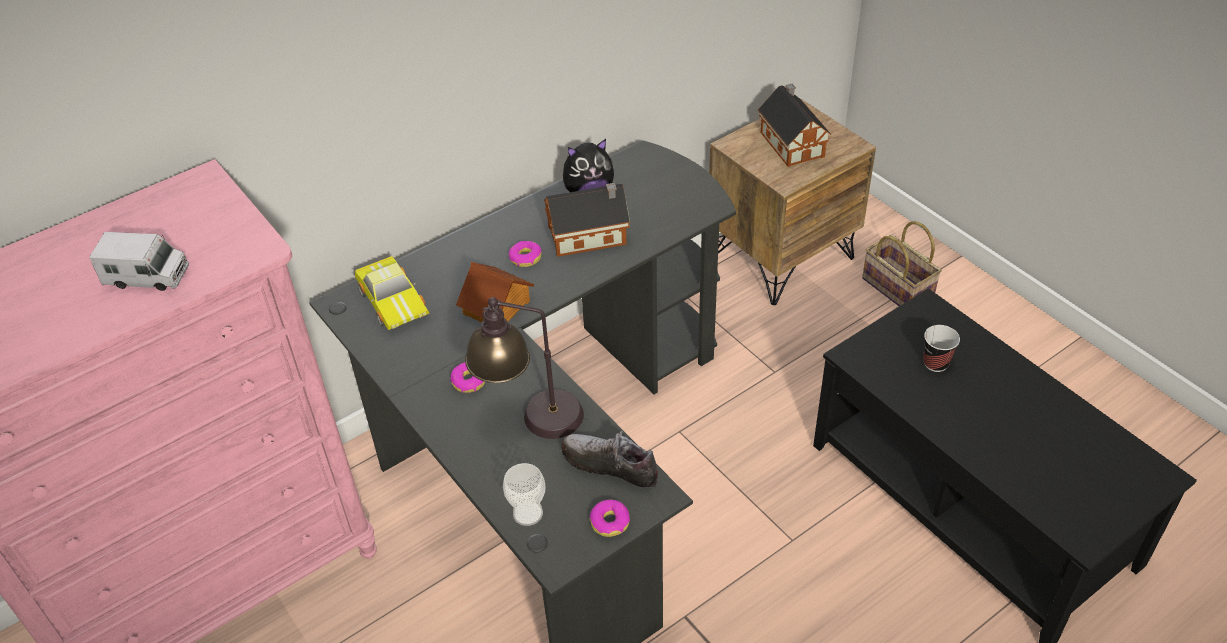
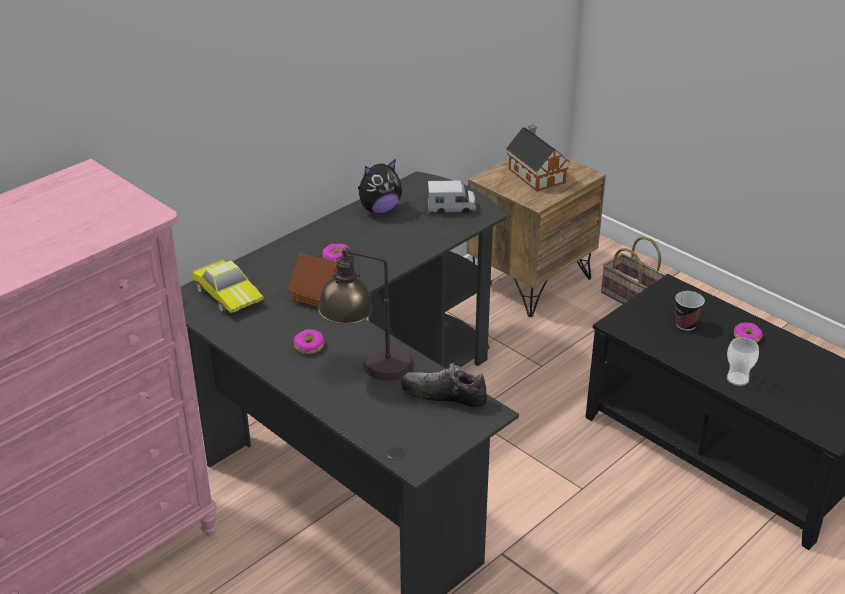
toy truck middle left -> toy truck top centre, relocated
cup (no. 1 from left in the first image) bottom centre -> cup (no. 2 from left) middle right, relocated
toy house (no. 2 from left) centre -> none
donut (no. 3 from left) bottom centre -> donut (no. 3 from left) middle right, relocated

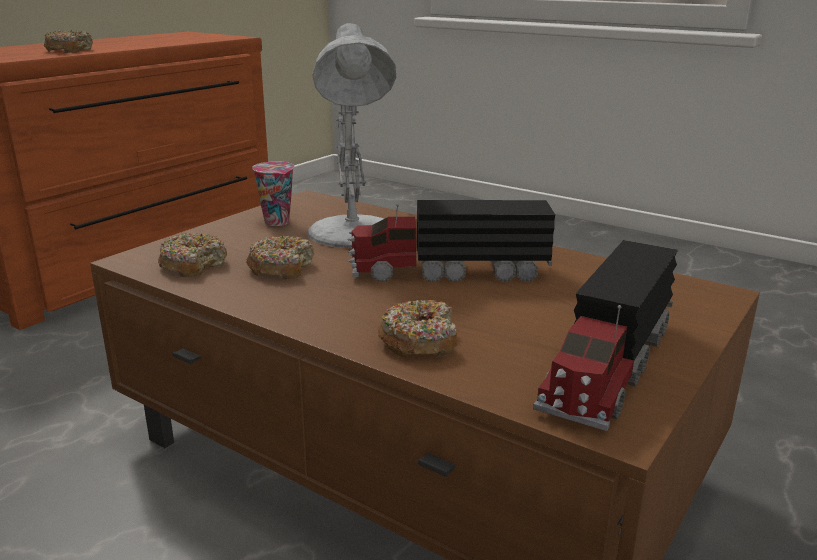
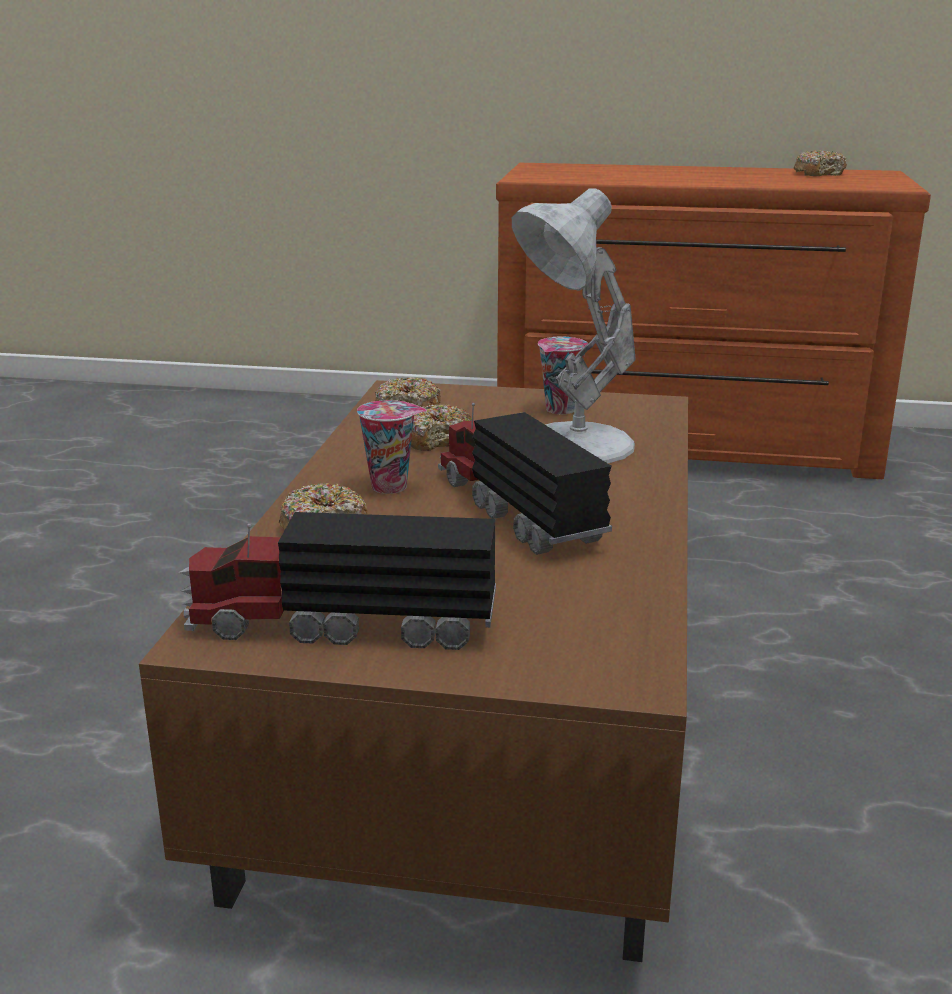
donut (no. 1 from left in the first image) top left -> donut (no. 4 from left) top right, relocated
none -> cup (no. 1 from left) centre

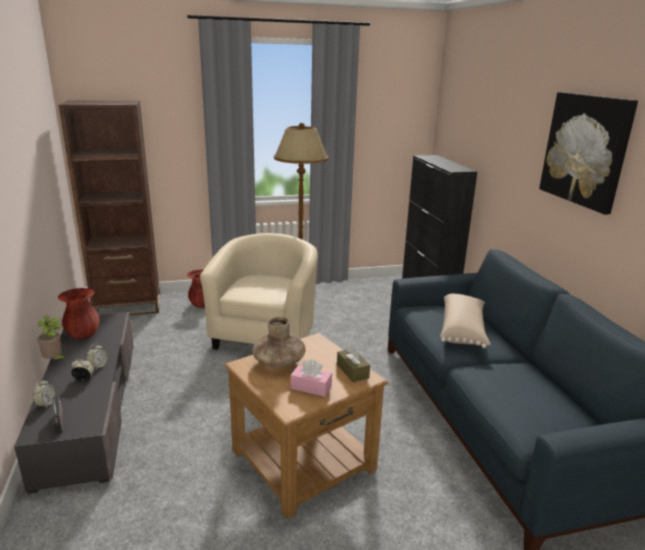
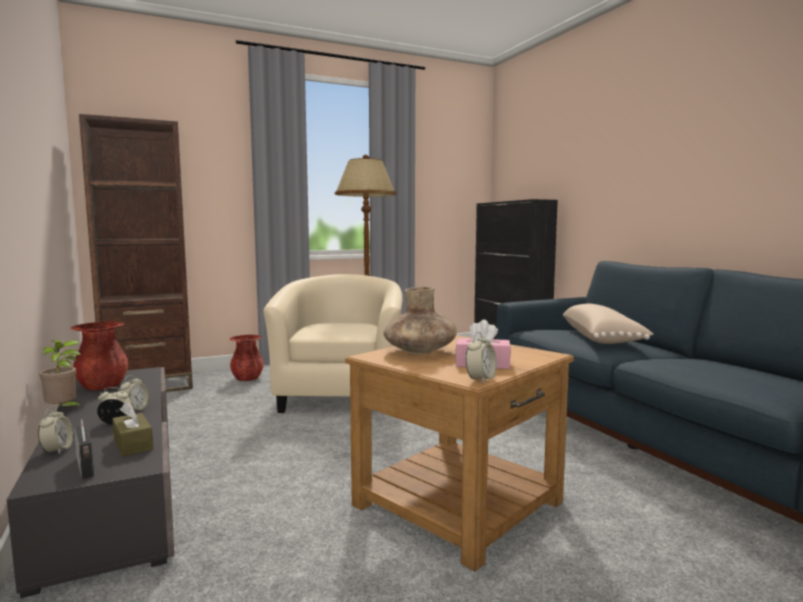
brown tissue box centre -> brown tissue box bottom left, relocated
picture top right -> none
none -> alarm clock (no. 4 from left) centre

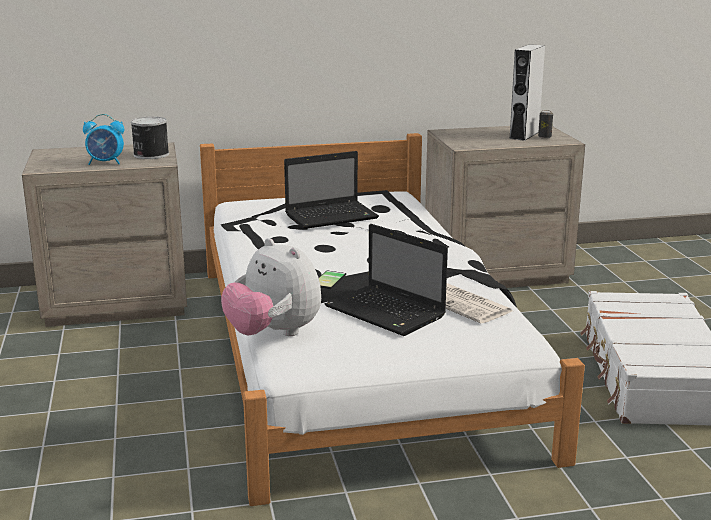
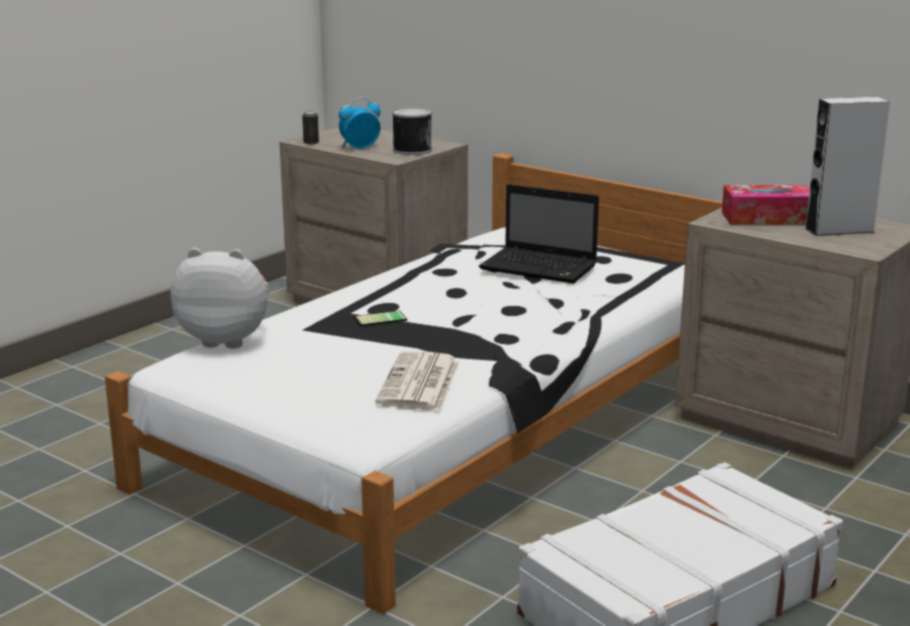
alarm clock top left -> alarm clock top centre, 105 degrees clockwise
plush toy centre -> plush toy middle left, 90 degrees clockwise
laptop (no. 2 from left) centre -> none
can (no. 2 from left in the first image) top right -> can (no. 1 from left) top centre, relocated
none -> tissue box top right

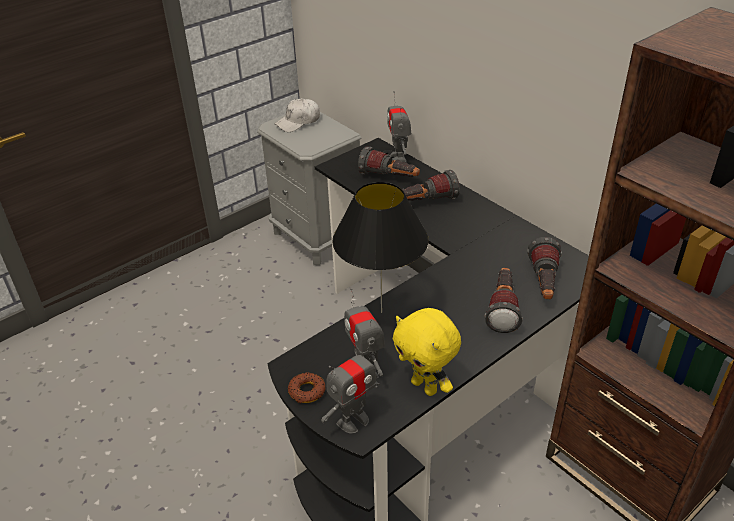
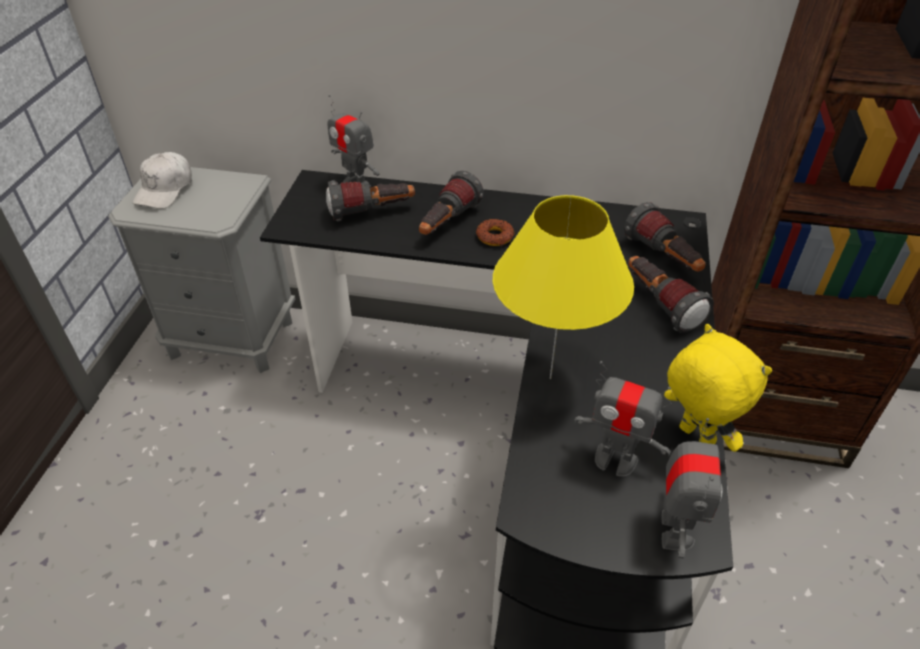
donut bottom centre -> donut centre, relocated
black table lamp centre -> yellow table lamp centre
yellow plush toy bottom centre -> yellow plush toy middle right, 135 degrees counterclockwise

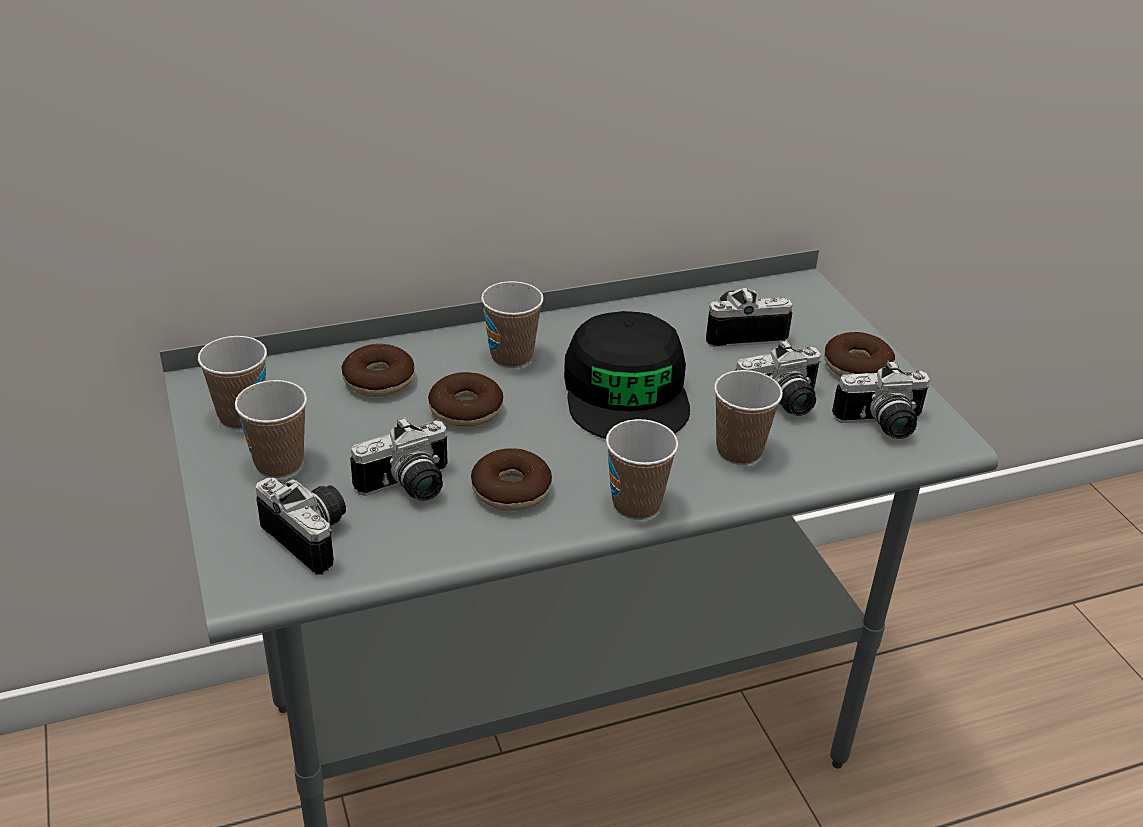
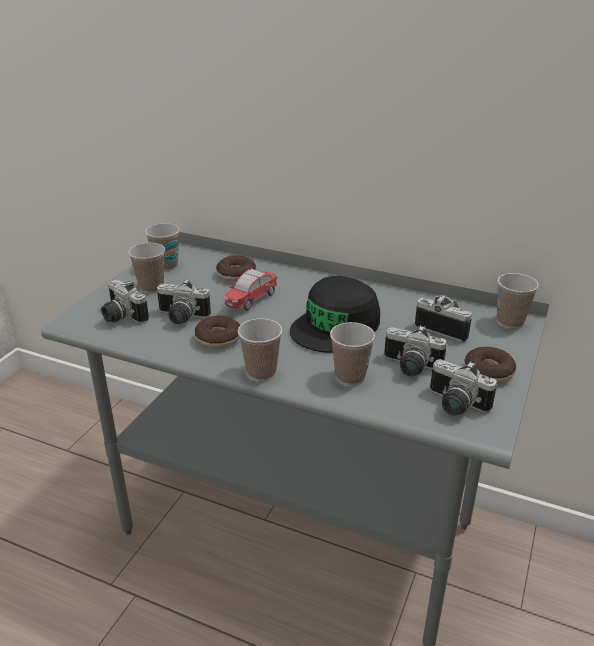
photo camera (no. 1 from left) middle left, 135 degrees clockwise
donut (no. 2 from left) centre -> toy car centre
cup (no. 3 from left in the first image) centre -> cup (no. 5 from left) middle right, relocated

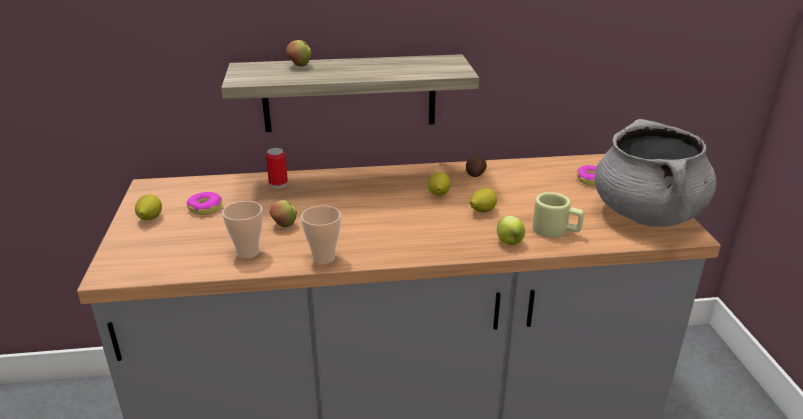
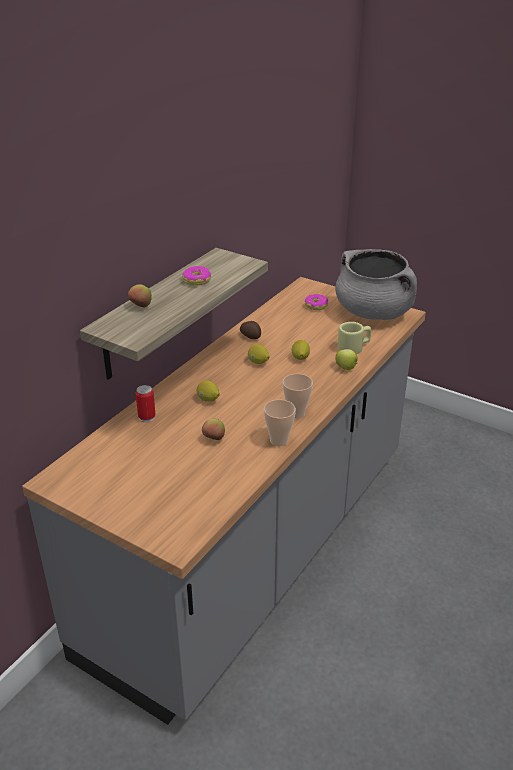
lemon (no. 1 from left) middle left -> lemon (no. 1 from left) centre, relocated
donut (no. 1 from left) middle left -> donut (no. 1 from left) centre, relocated
cup (no. 1 from left in the first image) middle left -> cup (no. 2 from left) centre, relocated

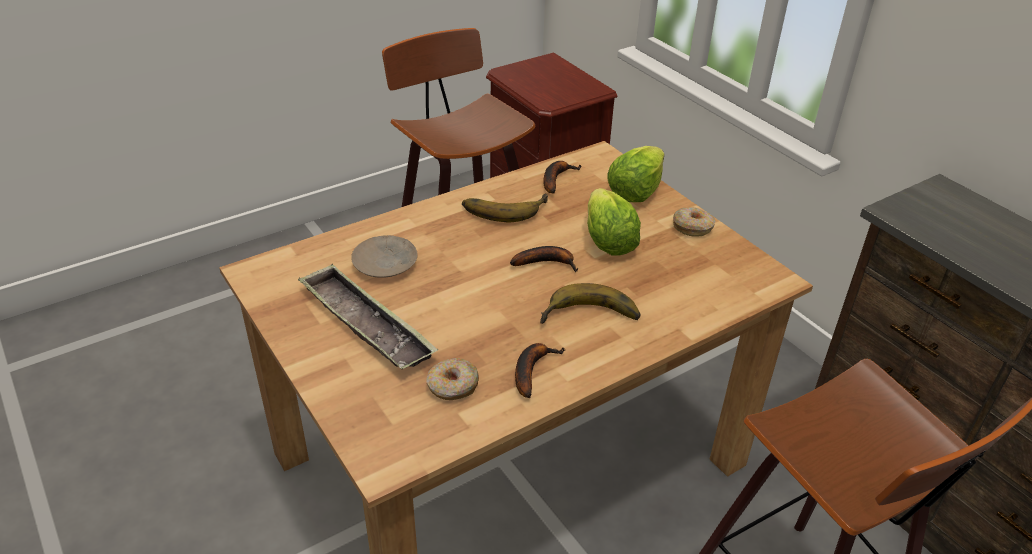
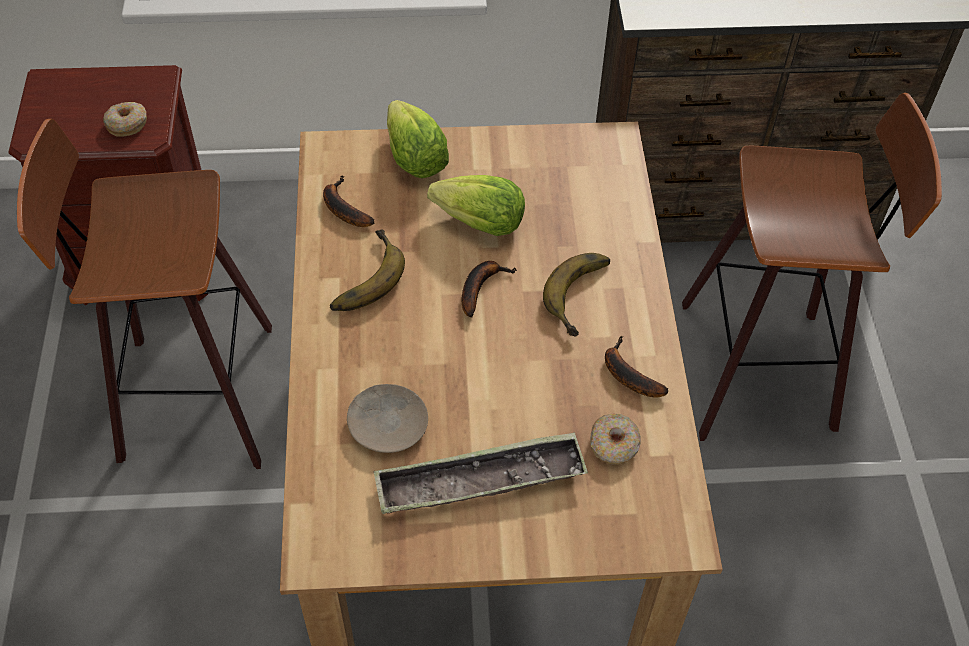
donut (no. 2 from left in the first image) middle right -> donut (no. 1 from left) top left, relocated

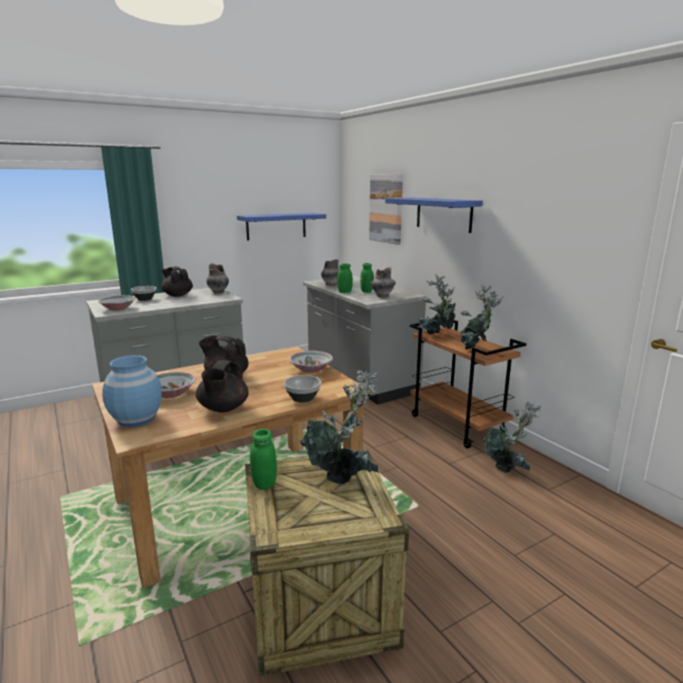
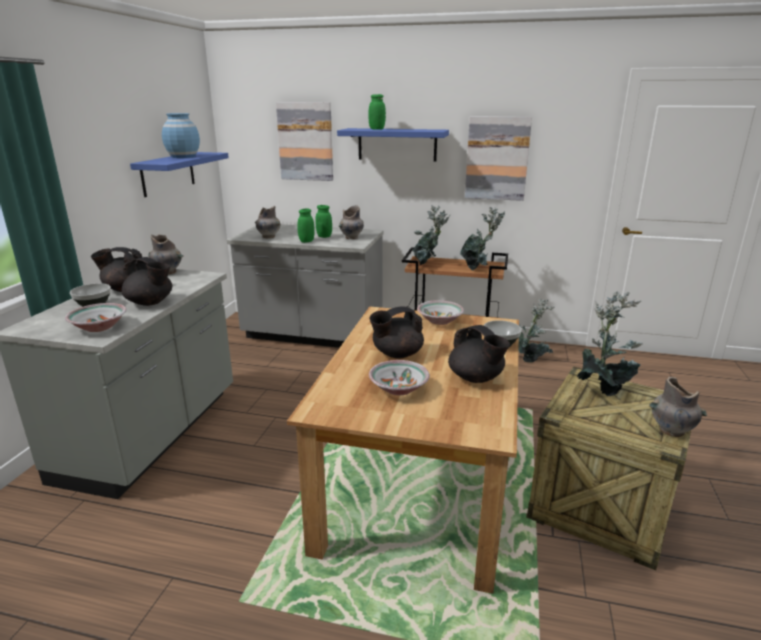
blue vase middle left -> blue vase top left, relocated
green jar (no. 1 from left in the first image) bottom centre -> green jar (no. 3 from left) top centre, relocated
none -> black teapot (no. 2 from left) middle left
none -> picture (no. 2 from left) top centre
none -> grey vase (no. 4 from left) middle right

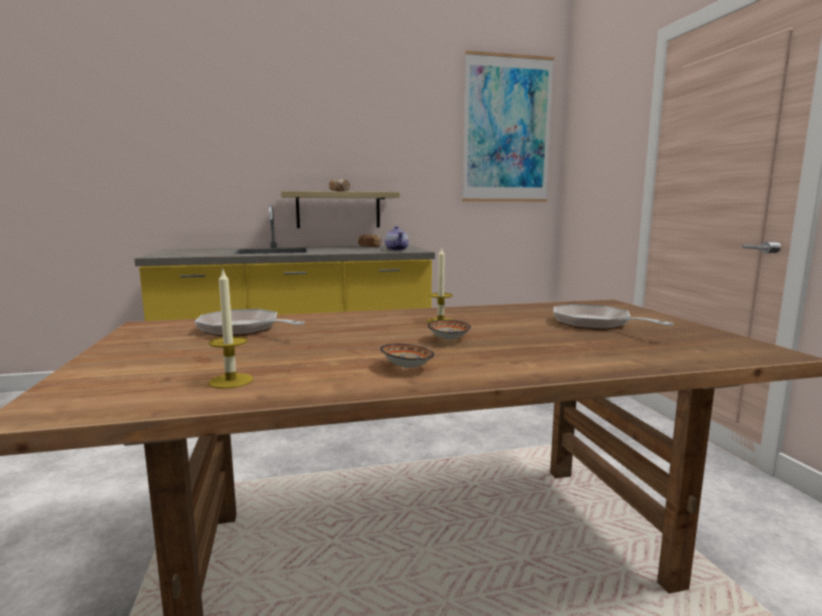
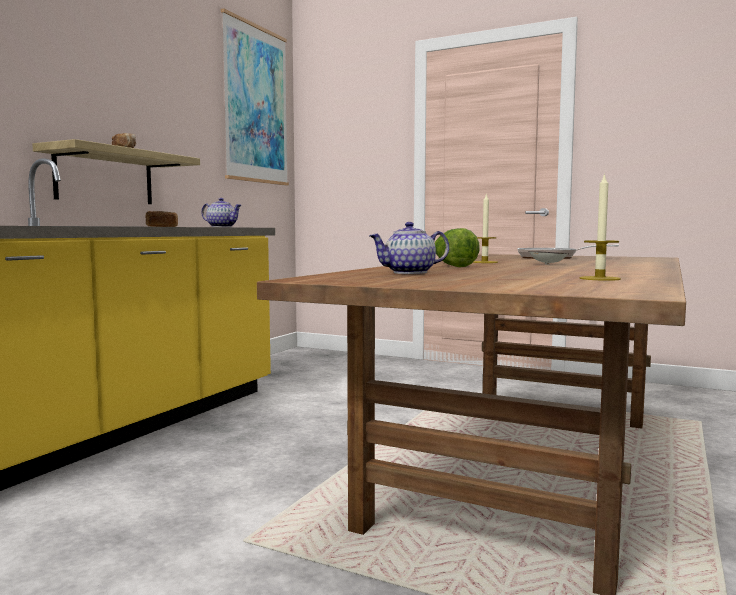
frying pan (no. 1 from left) middle left -> teapot (no. 2 from left) centre
bowl (no. 1 from left) centre -> none
none -> lettuce centre

